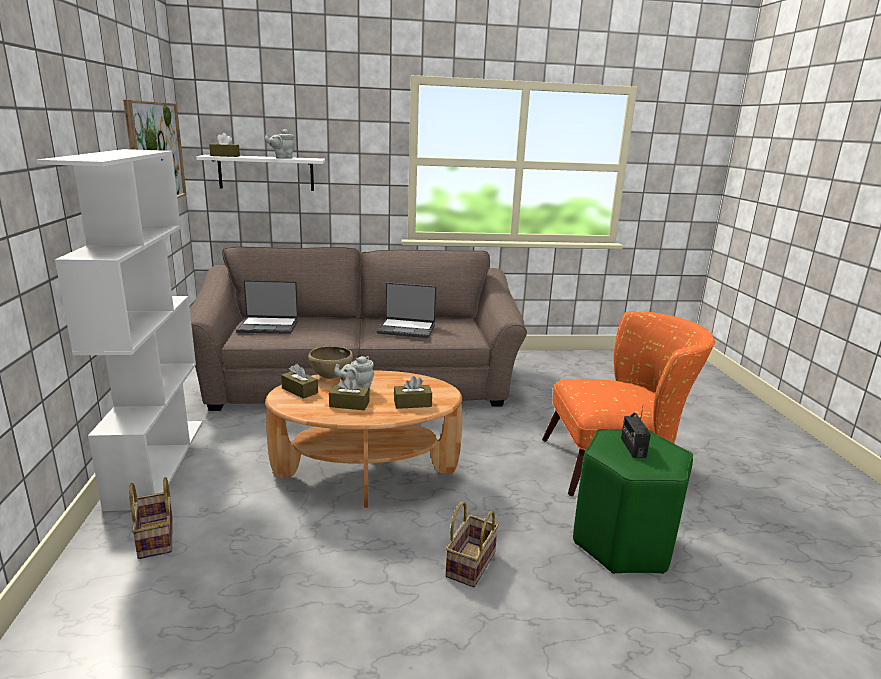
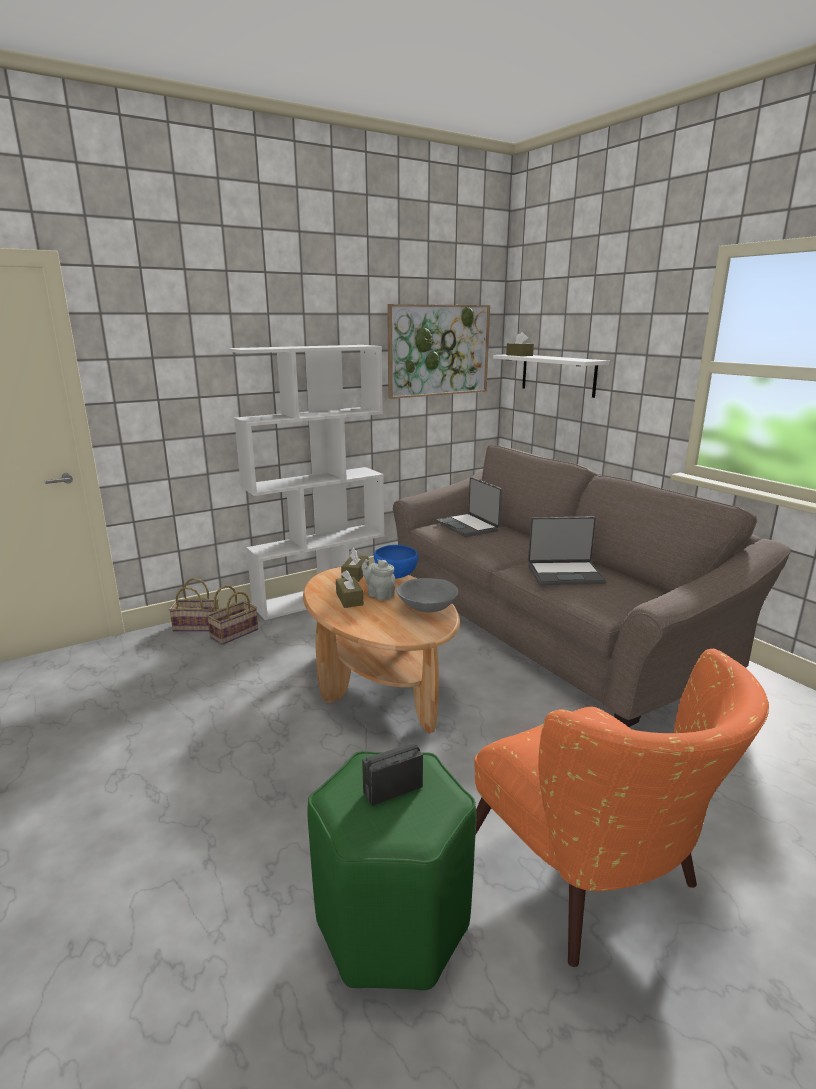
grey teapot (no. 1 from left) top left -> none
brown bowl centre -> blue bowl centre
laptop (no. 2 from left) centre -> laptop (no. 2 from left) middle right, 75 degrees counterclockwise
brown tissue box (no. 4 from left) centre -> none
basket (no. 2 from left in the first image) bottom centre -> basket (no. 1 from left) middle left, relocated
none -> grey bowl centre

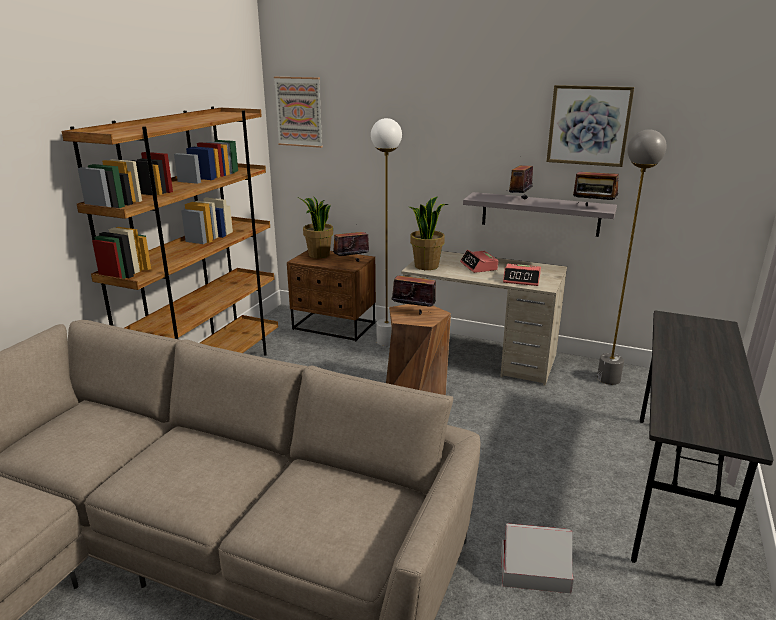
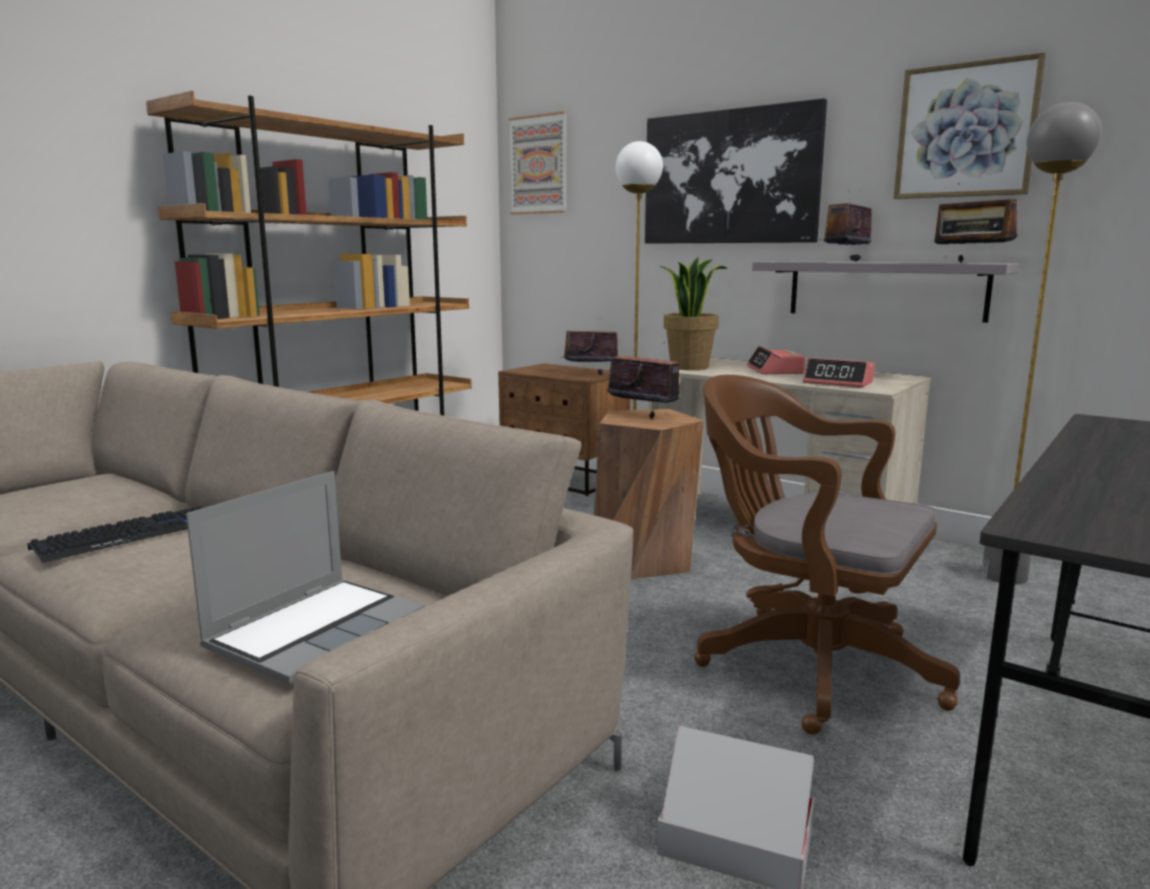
potted plant (no. 1 from left) centre -> none
none -> keyboard middle left
none -> laptop middle left
none -> picture (no. 2 from left) top centre
none -> brown office chair middle right

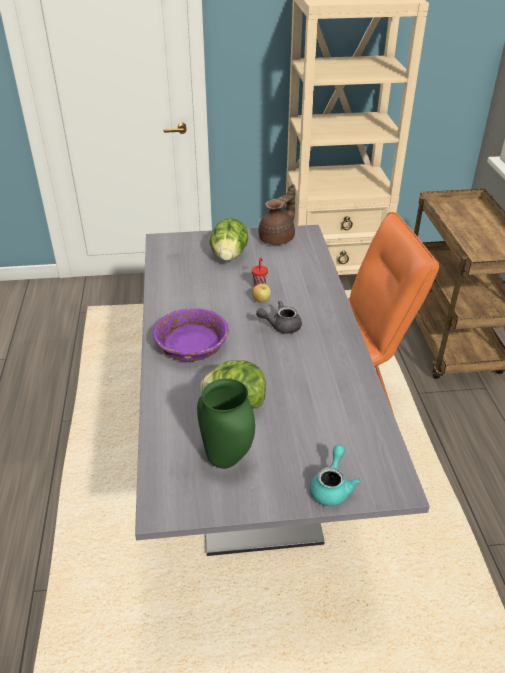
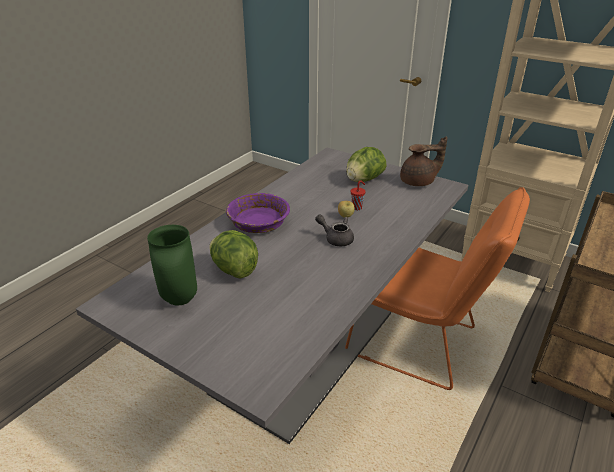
turquoise teapot bottom centre -> none

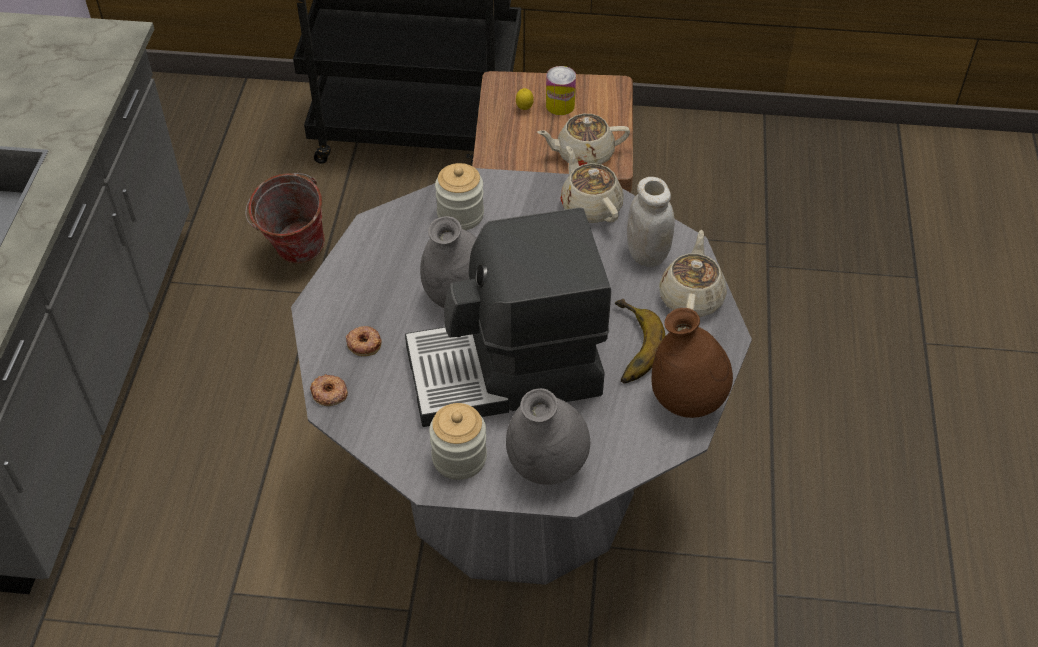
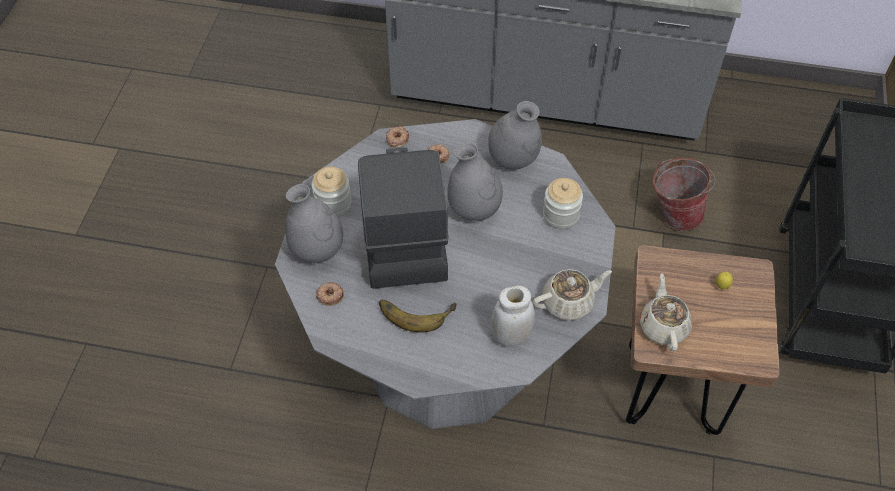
can top centre -> none
brown vase middle right -> none
beige teapot (no. 3 from left) middle right -> none
none -> donut (no. 1 from left) centre
none -> grey vase (no. 3 from left) top centre

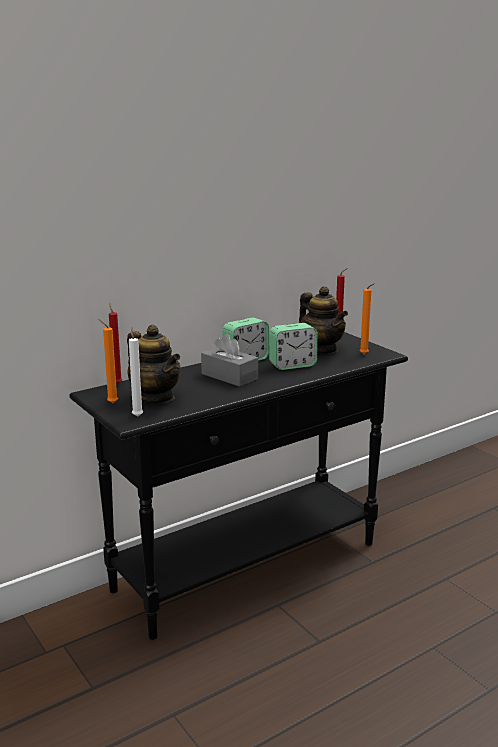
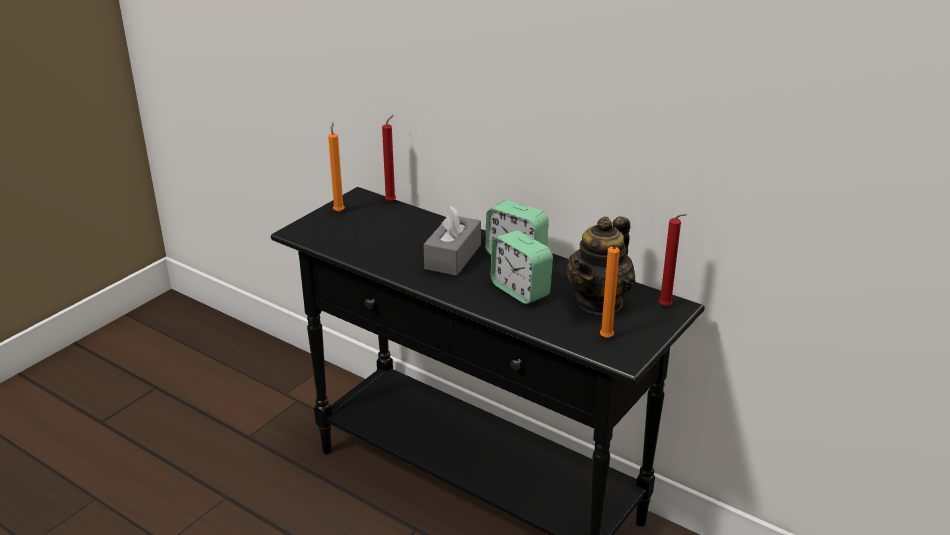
teapot (no. 1 from left) middle left -> none
white candle middle left -> none

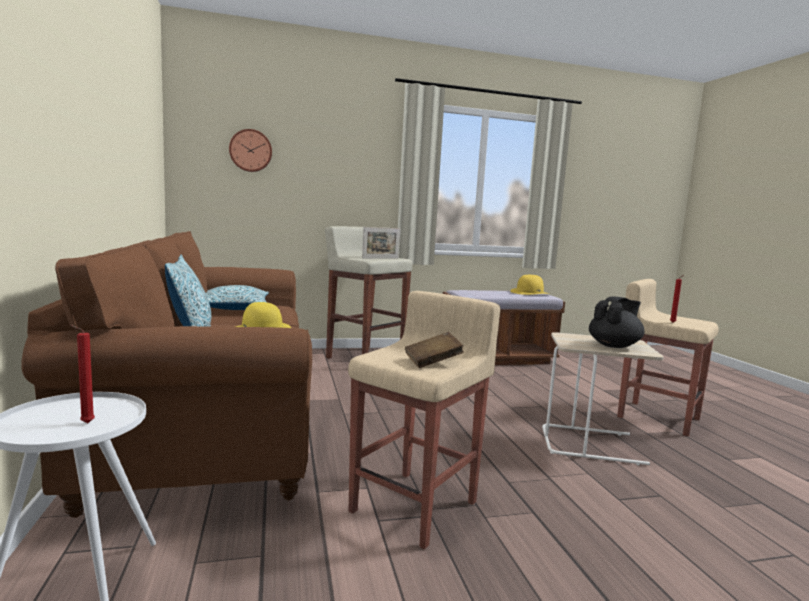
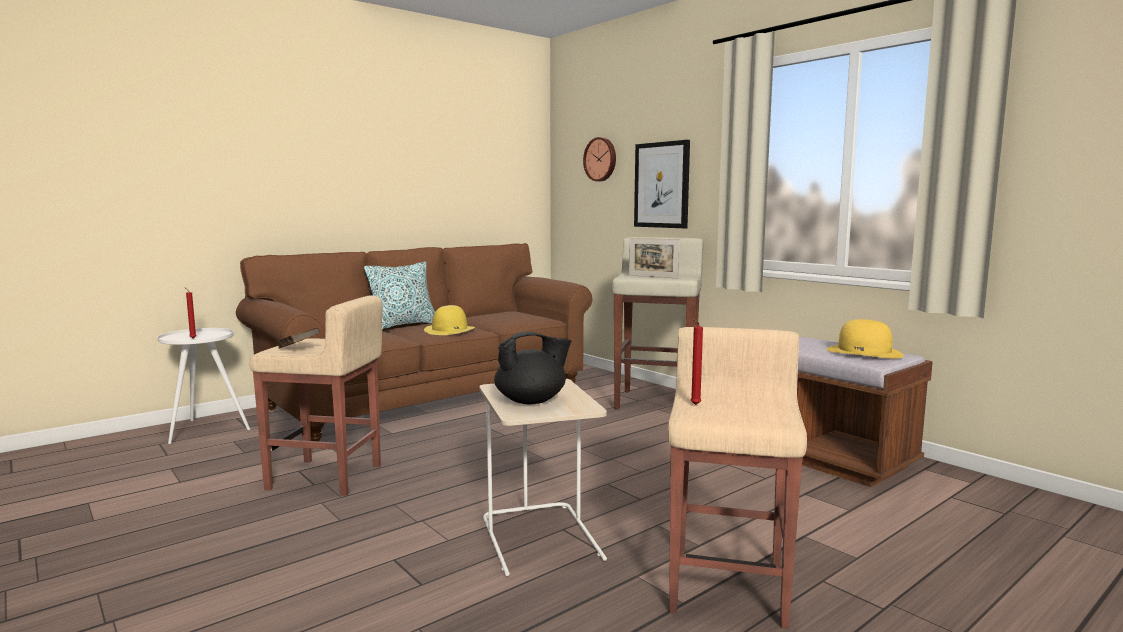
pillow (no. 2 from left) middle left -> none
black teapot middle right -> black teapot centre, 45 degrees counterclockwise
none -> picture top centre

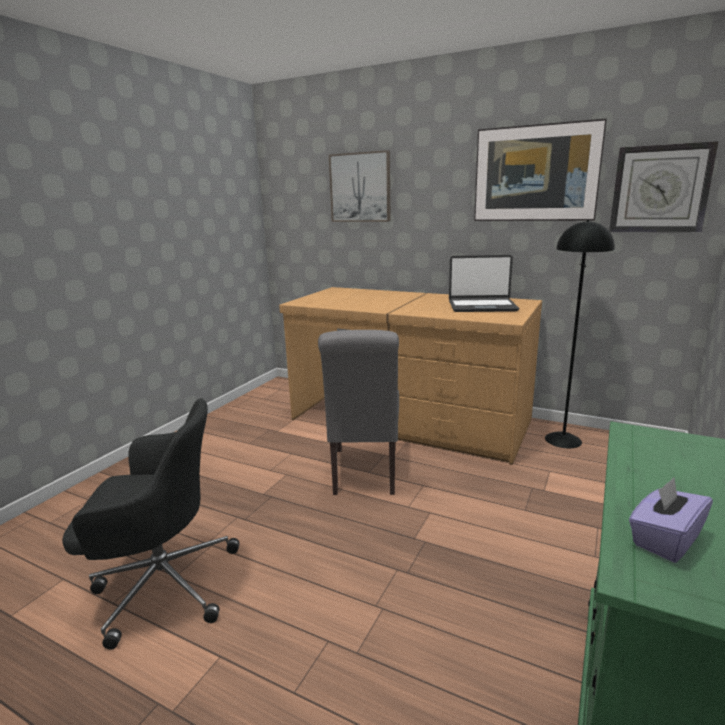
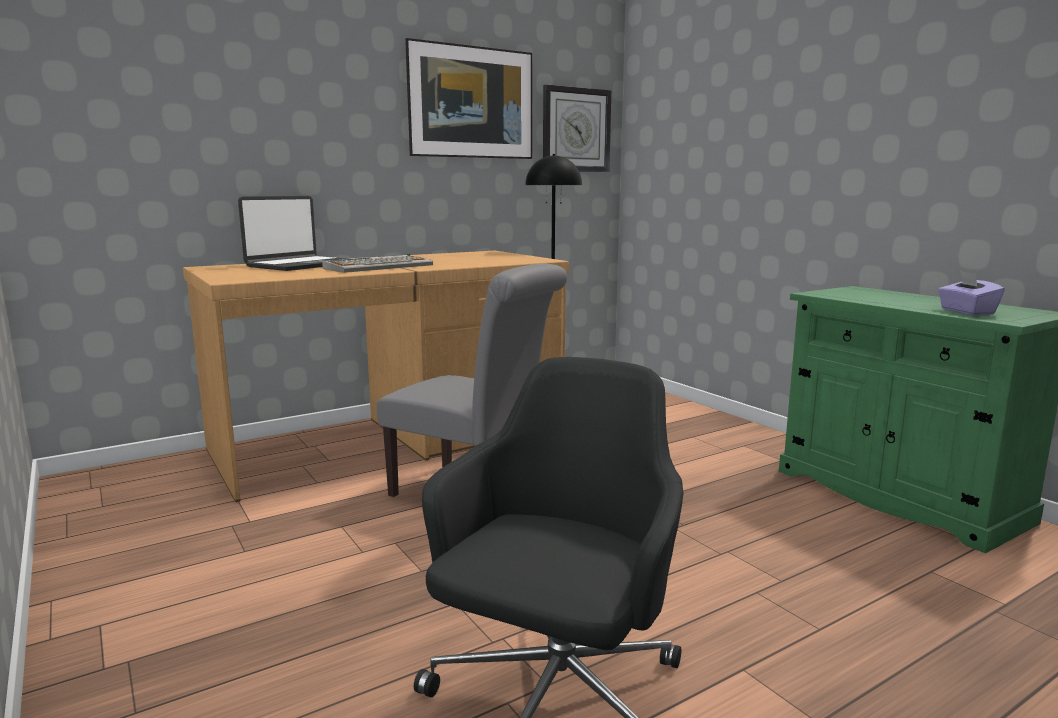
picture (no. 1 from left) top centre -> none
laptop middle right -> laptop top left, relocated
none -> keyboard centre

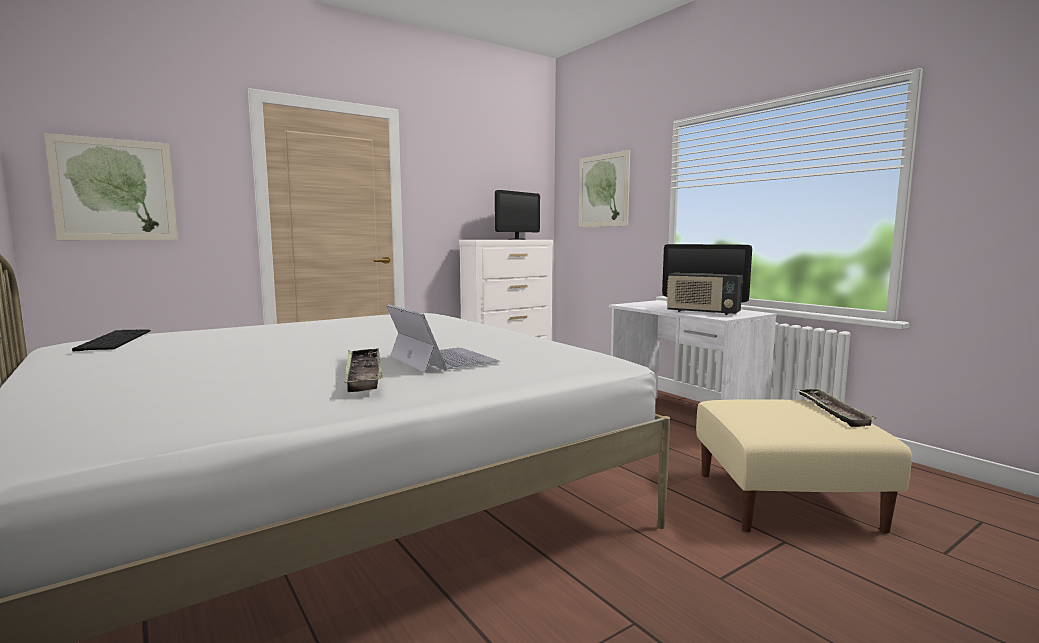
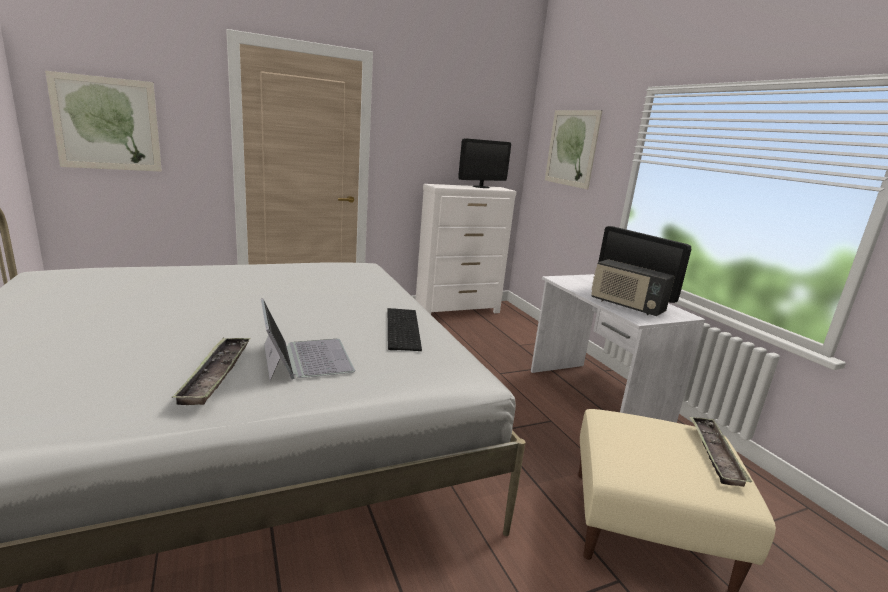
keyboard middle left -> keyboard centre, relocated

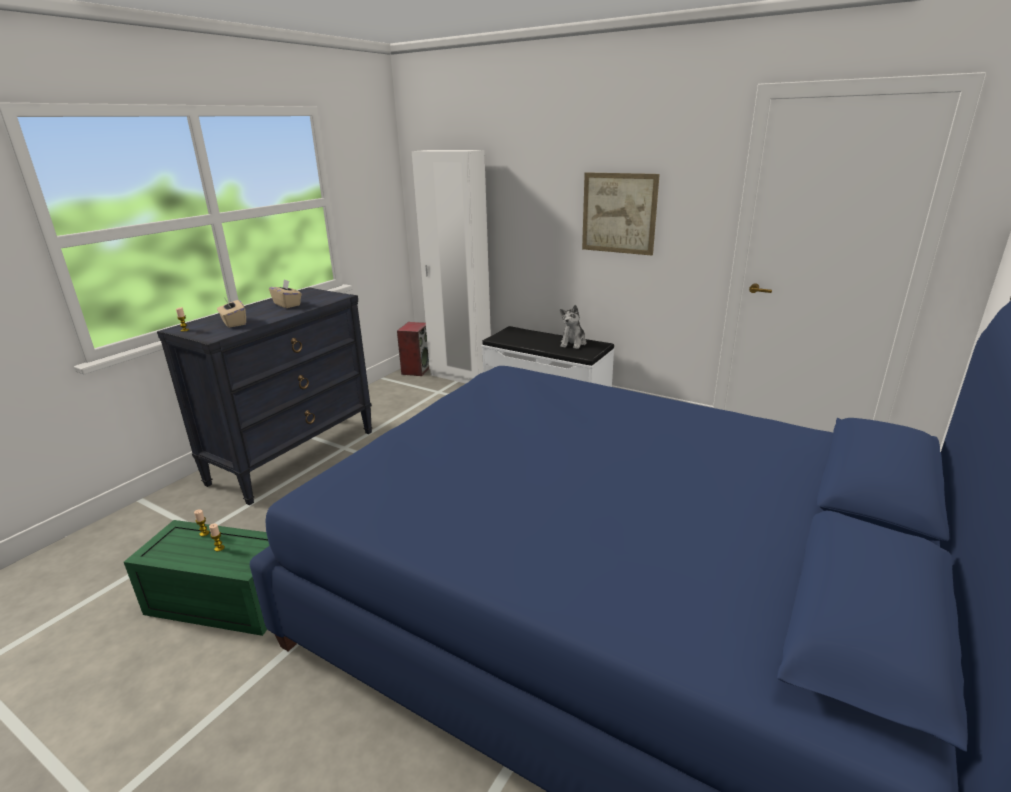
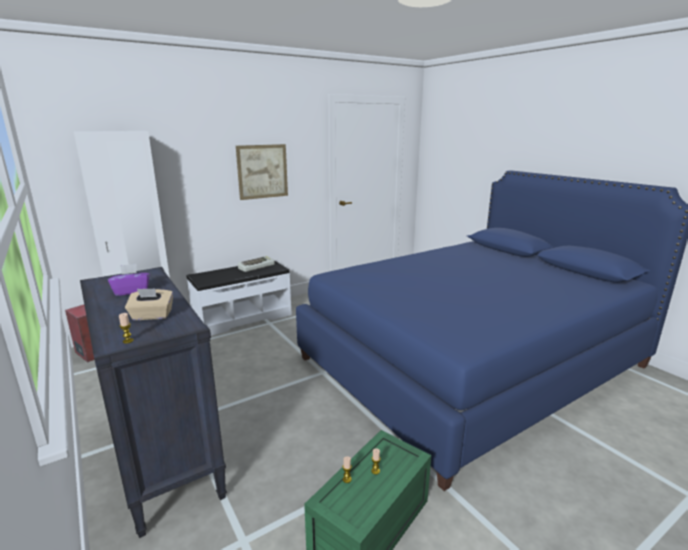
beige tissue box (no. 2 from left) middle left -> purple tissue box middle left
plush toy centre -> keyboard centre

